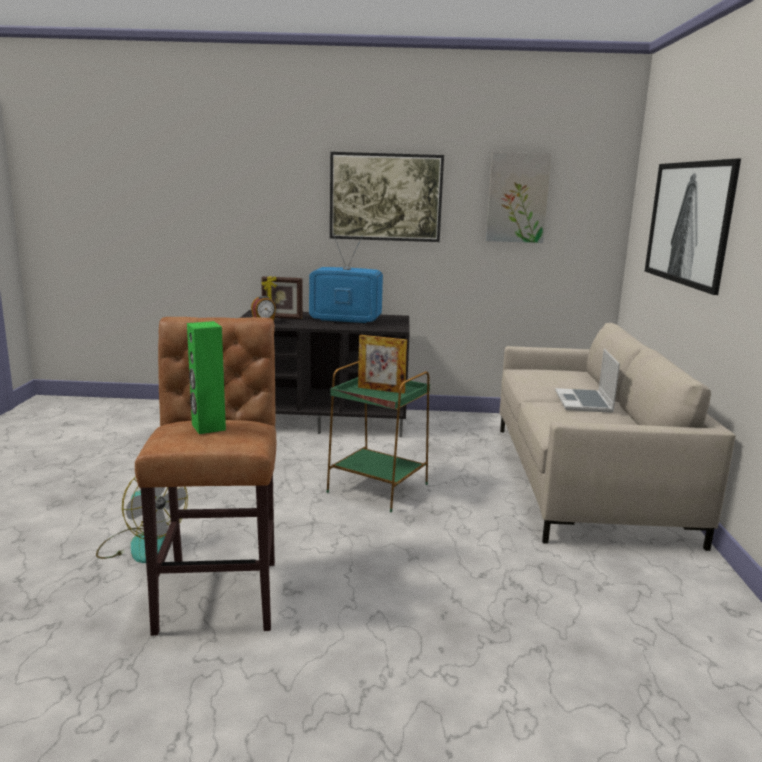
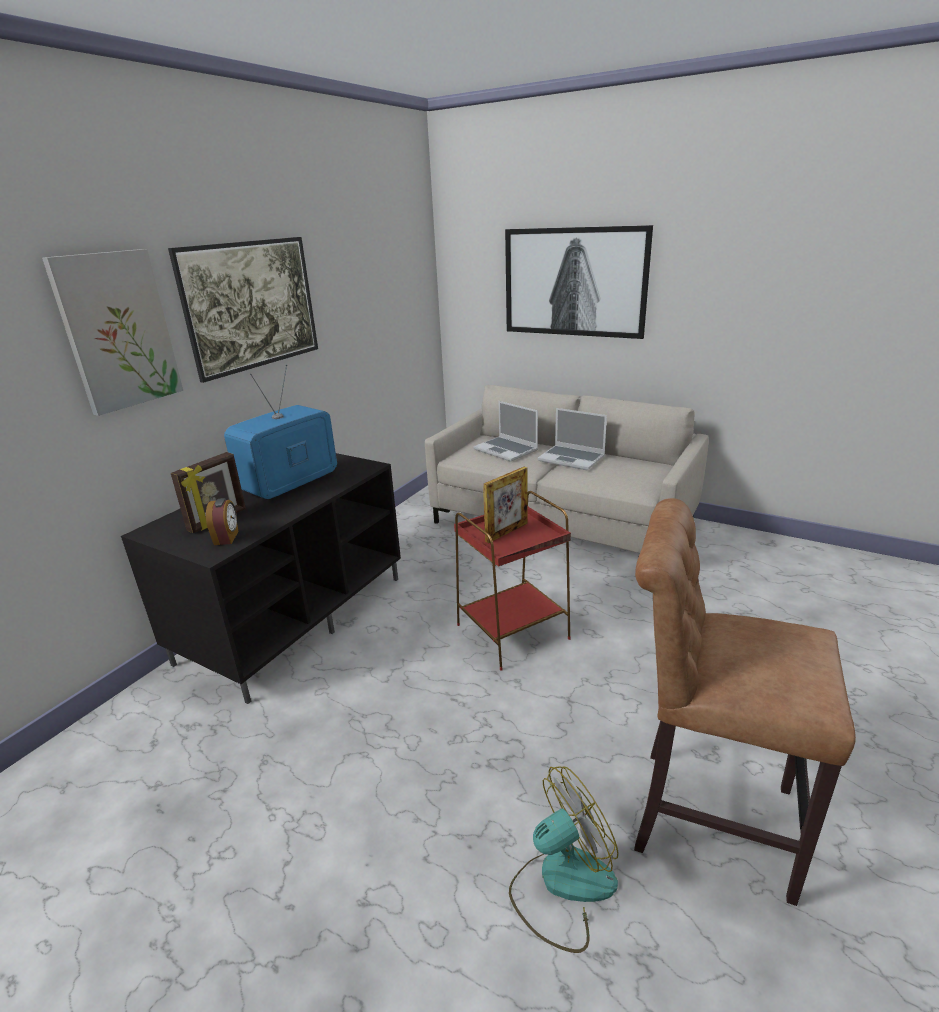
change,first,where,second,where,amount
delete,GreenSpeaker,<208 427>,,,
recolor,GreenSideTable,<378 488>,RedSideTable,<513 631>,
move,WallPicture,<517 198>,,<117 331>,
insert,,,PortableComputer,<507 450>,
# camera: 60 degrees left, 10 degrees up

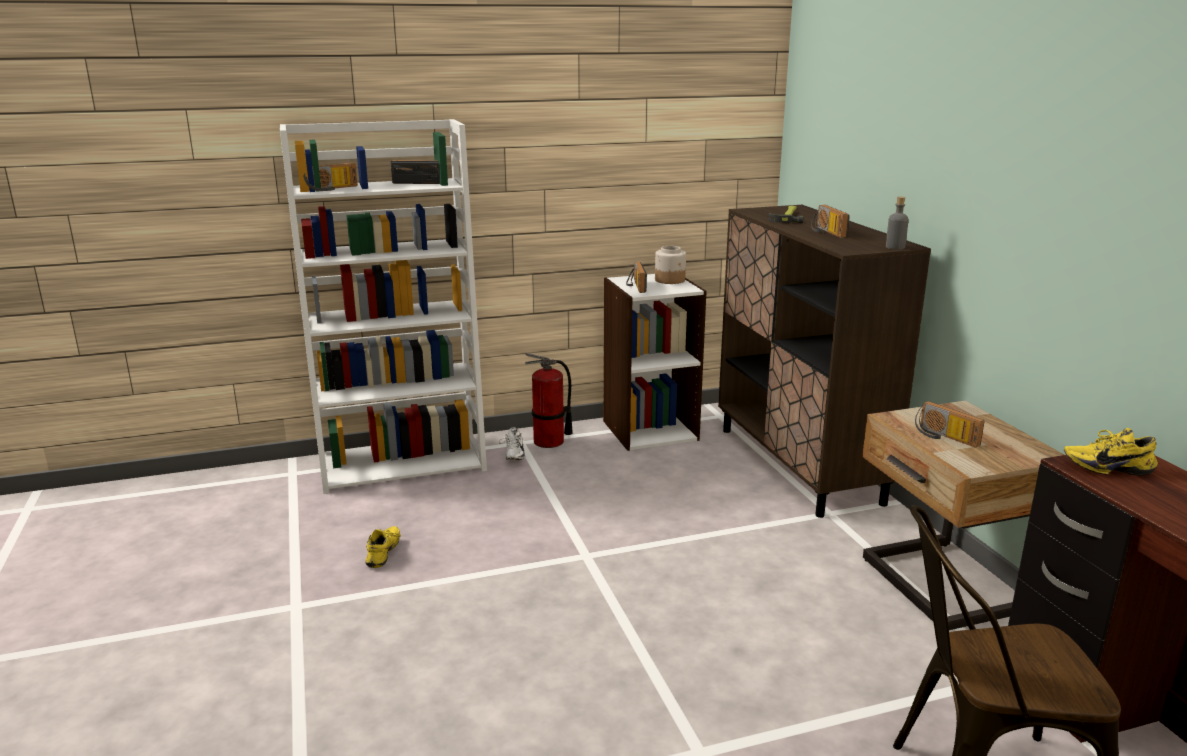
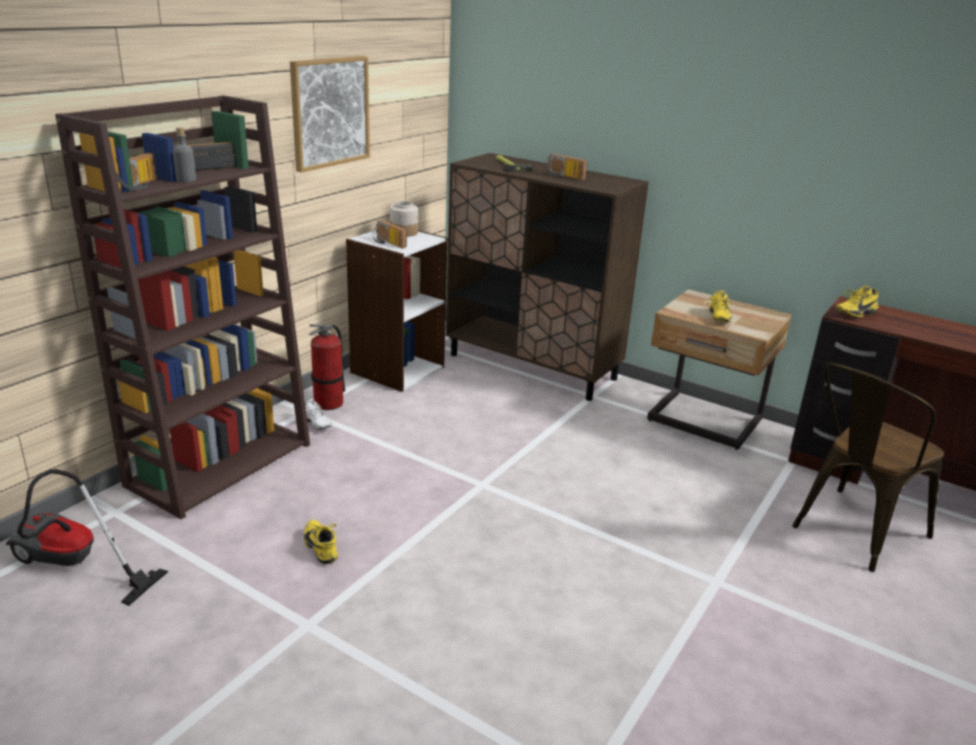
change,first,where,second,where,amount
recolor,WhitishShelvingUnit,<403 463>,BrownColouredShelvingUnit,<221 463>,
move,GreyishBottle,<895 247>,,<186 180>,
replace,RadioSet,<944 437>,YellowishLowShoe,<716 317>,
insert,,,VacuumCleaner,<71 566>,
insert,,,WallPicture,<329 112>,
# camera: 40 degrees left, 5 degrees up

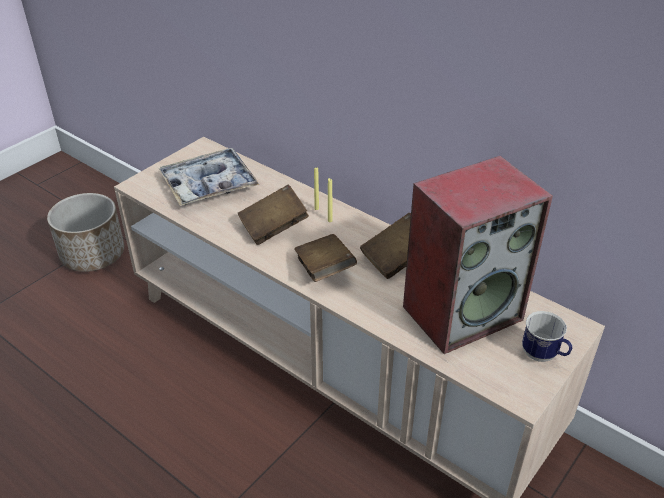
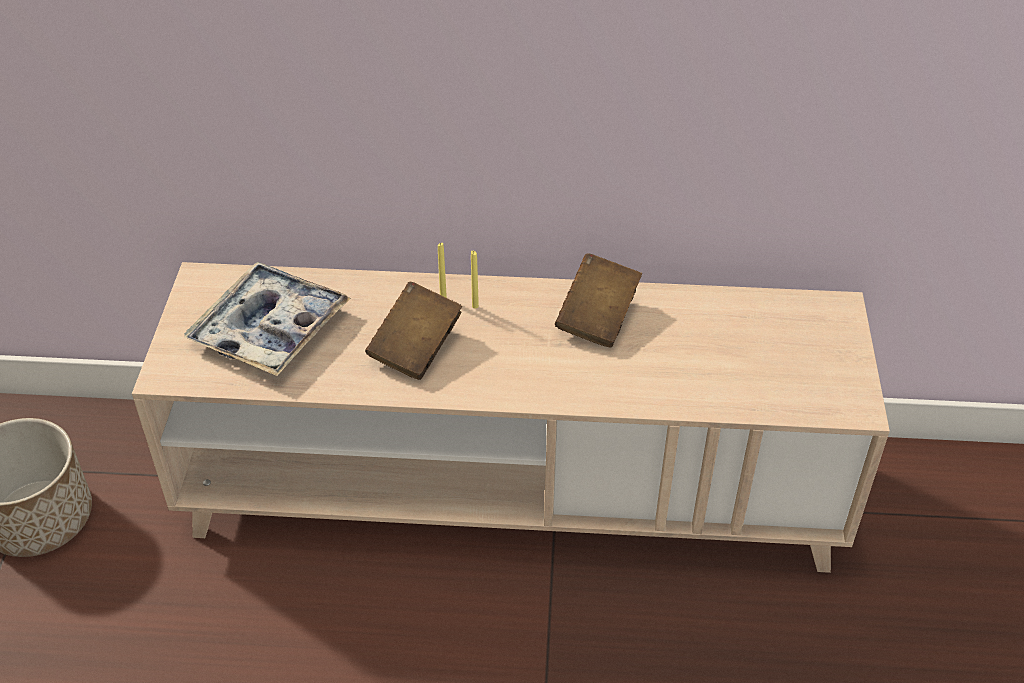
change,first,where,second,where,amount
delete,BrownColouredVolume,<324 270>,,,
delete,Speaker,<462 311>,,,
delete,CoffeeMug,<543 356>,,,
# camera: 35 degrees left, 5 degrees up

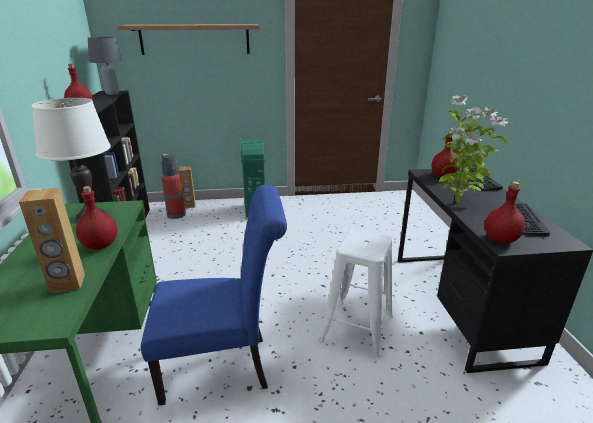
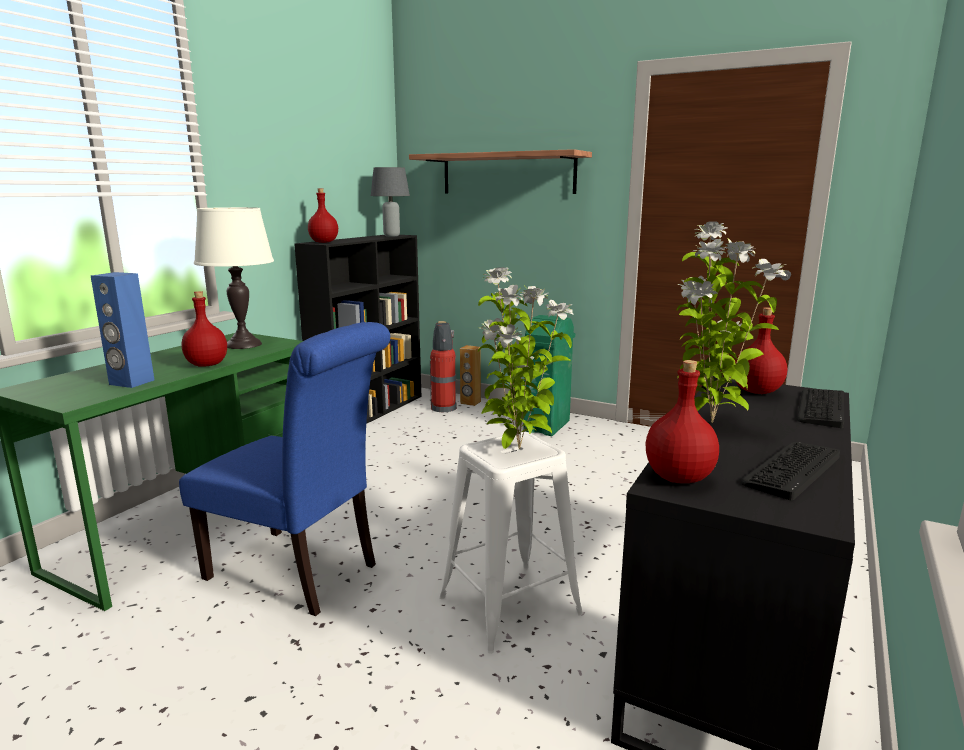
change,first,where,second,where,amount
recolor,BrownColouredSpeaker,<67 284>,BlueColouredSpeaker,<131 382>,
insert,,,PottedPlant,<517 450>,
# camera: 35 degrees right, 10 degrees down

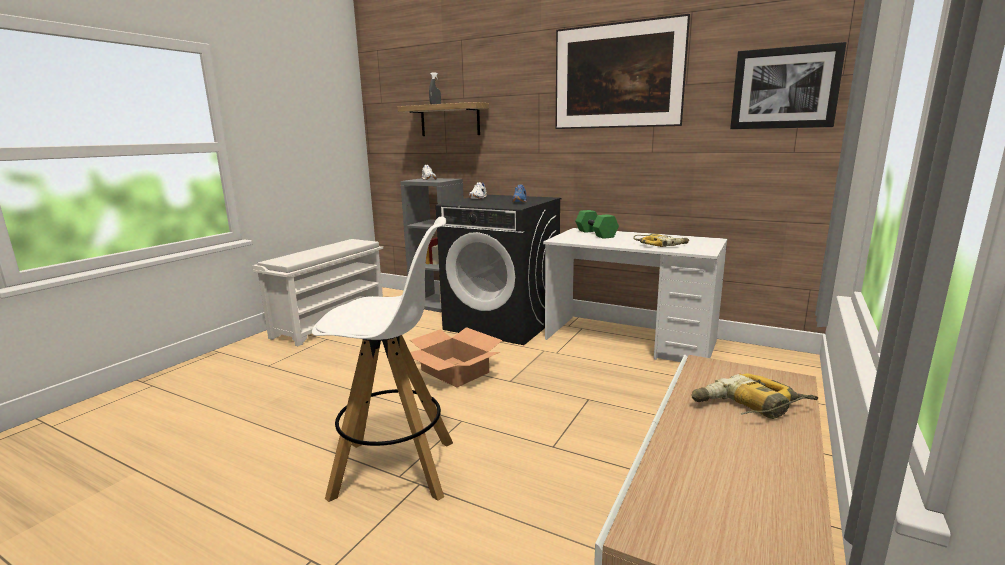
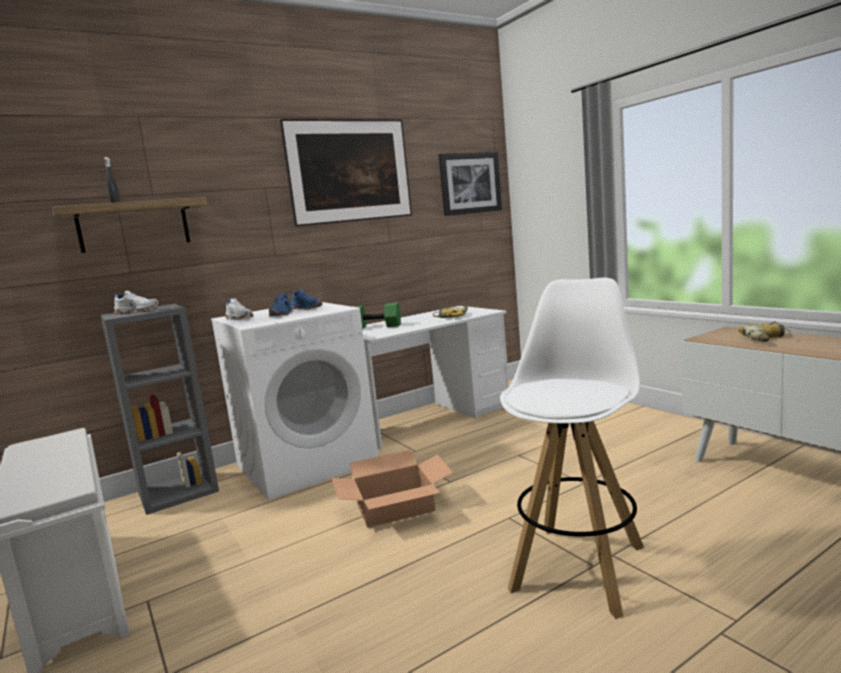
change,first,where,second,where,amount
recolor,BlackColouredLaundryAppliance,<503 323>,WhitishLaundryAppliance,<307 463>,
insert,,,BlueColouredLowShoe,<282 314>,
# camera: 60 degrees left, 5 degrees down

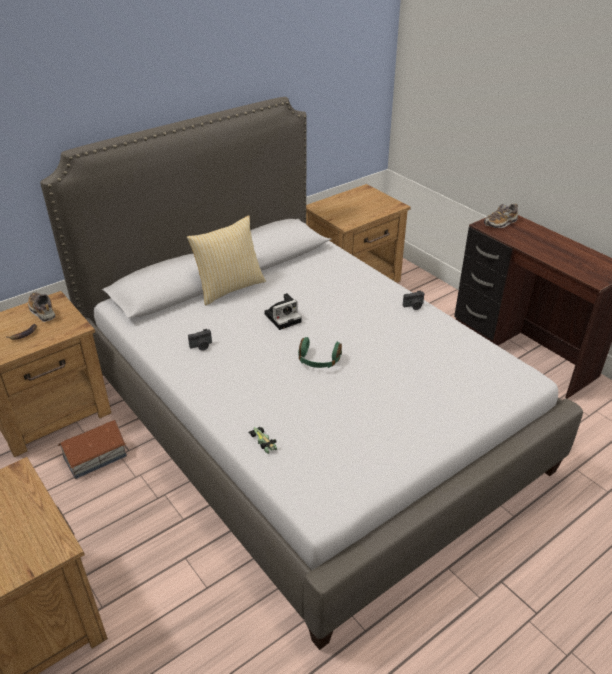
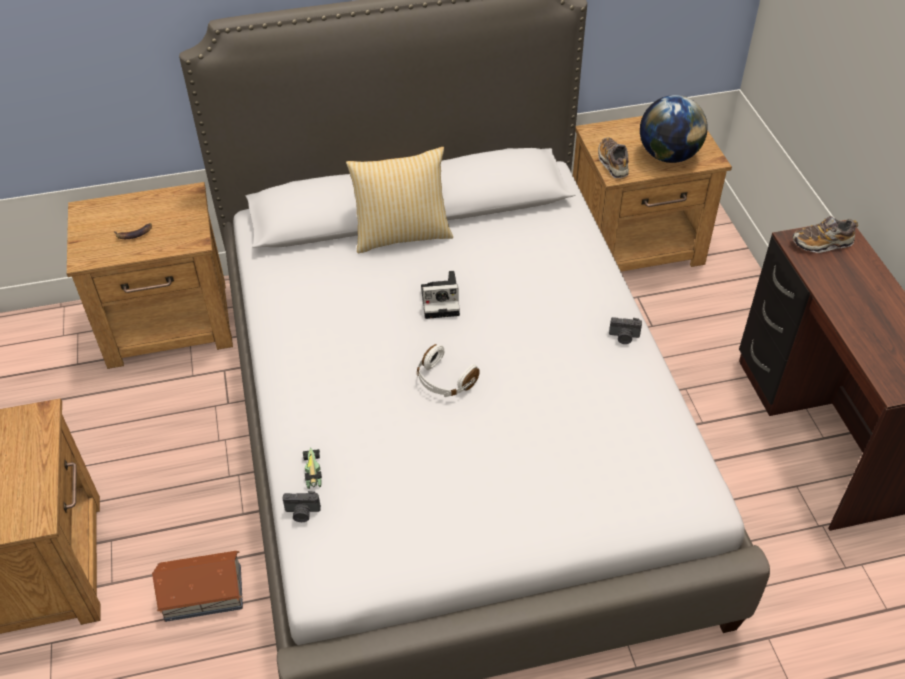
change,first,where,second,where,amount
move,LowShoe,<42 311>,,<613 163>,
move,ModelHouse,<94 456>,,<202 592>,
move,StillCamera,<201 346>,,<302 513>,
recolor,GreenPairOfHeadphones,<318 361>,WhitishPairOfHeadphones,<444 381>,
insert,,,DeskGlobe,<668 155>,
# camera: 25 degrees right, 10 degrees up

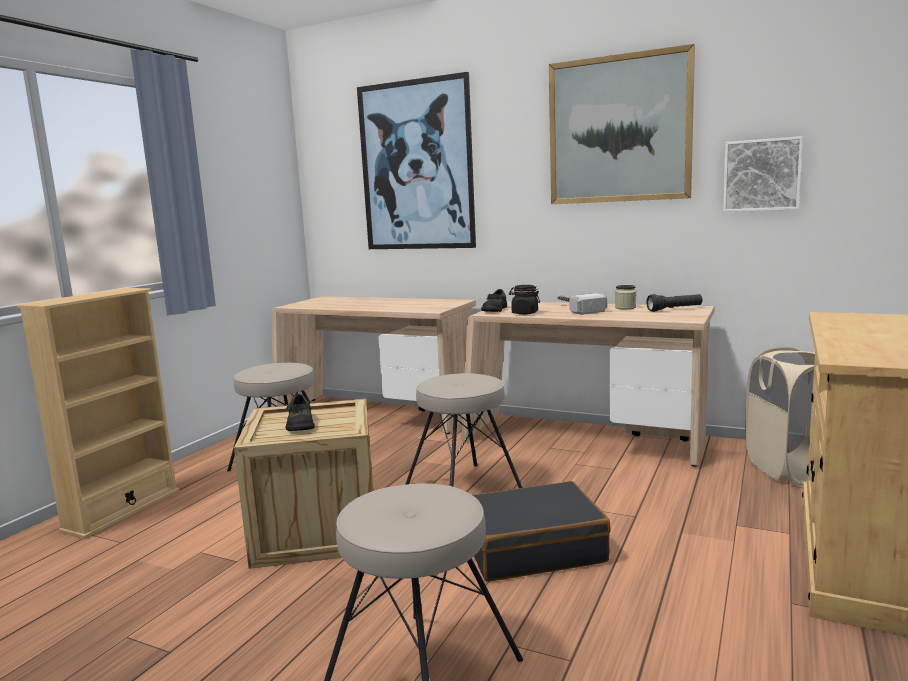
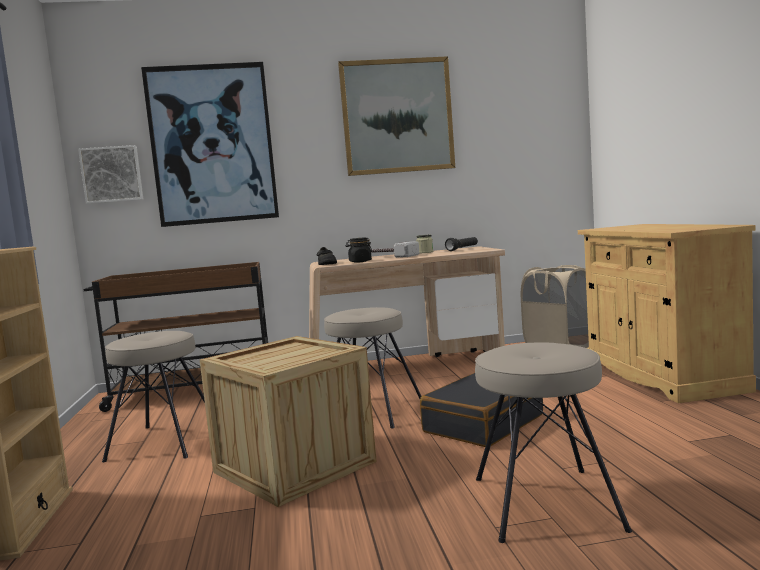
change,first,where,second,where,amount
replace,BeigeDesk,<375 415>,BrownColouredCart,<193 391>,
delete,BlackColouredLowShoe,<300 425>,,,
move,WallPicture,<761 175>,,<112 174>,
# camera: 35 degrees left, 5 degrees down

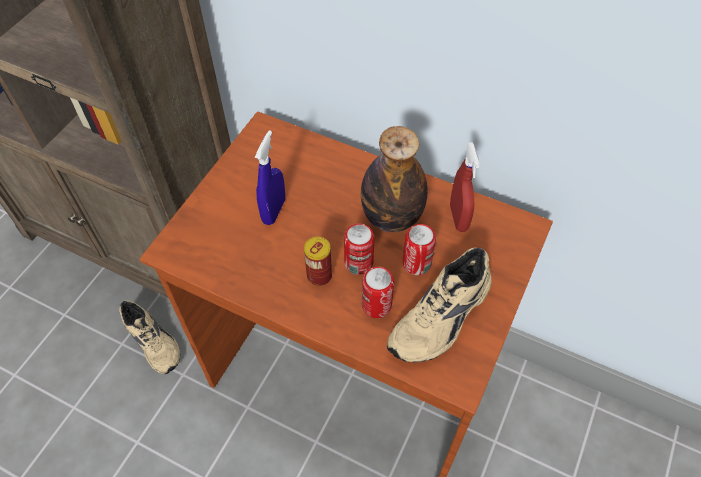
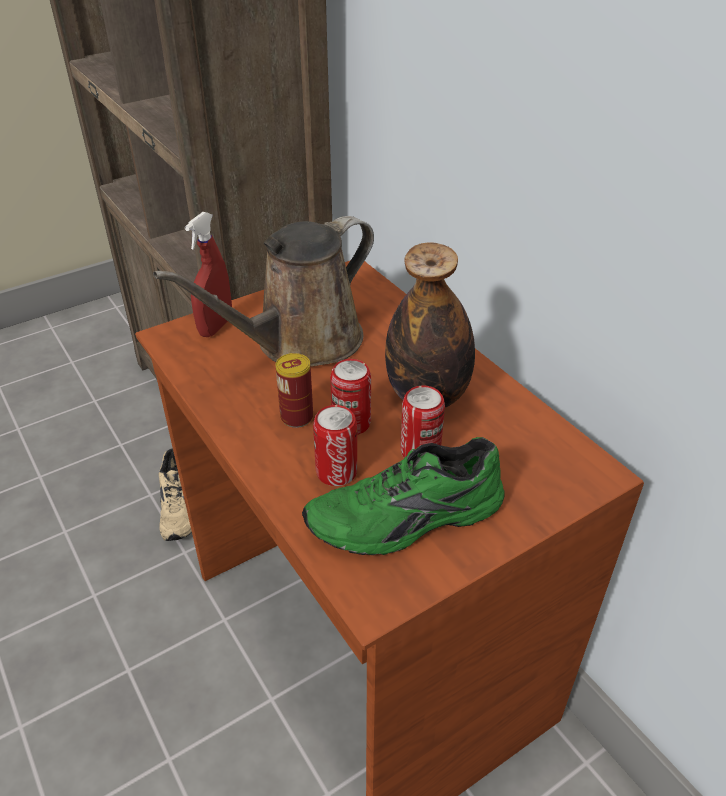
change,first,where,second,where,amount
replace,BlueColouredSprayBottle,<274 211>,BrownColouredWateringCan,<300 342>,
recolor,BeigeLowShoe,<443 318>,GreenLowShoe,<407 520>,
move,RedSprayBottle,<458 218>,,<216 327>,
# camera: 30 degrees right, 15 degrees down

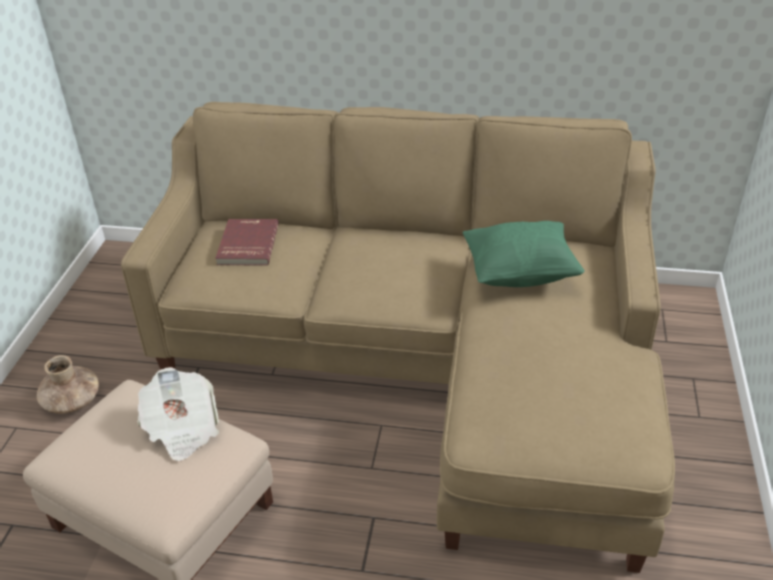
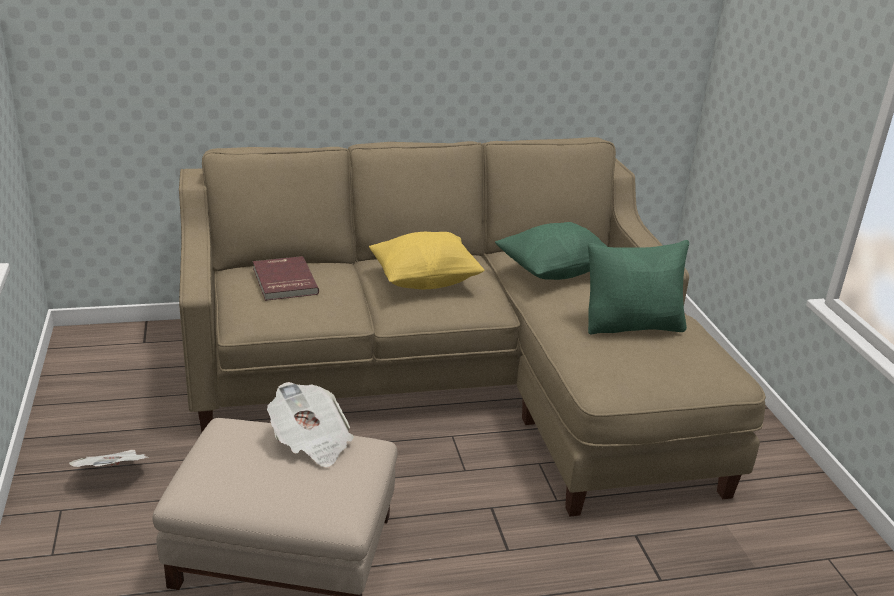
change,first,where,second,where,amount
replace,BrownColouredDecorativeVase,<72 401>,DailyPaper,<113 474>,
insert,,,YellowishCushion,<425 281>,
insert,,,GreenCushion,<632 326>,
# camera: 25 degrees left, 10 degrees down

